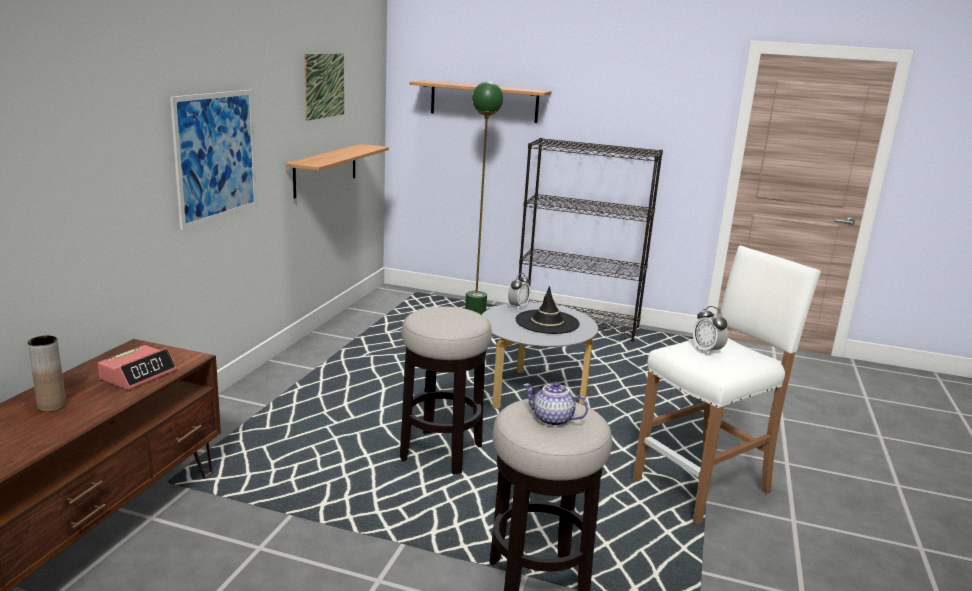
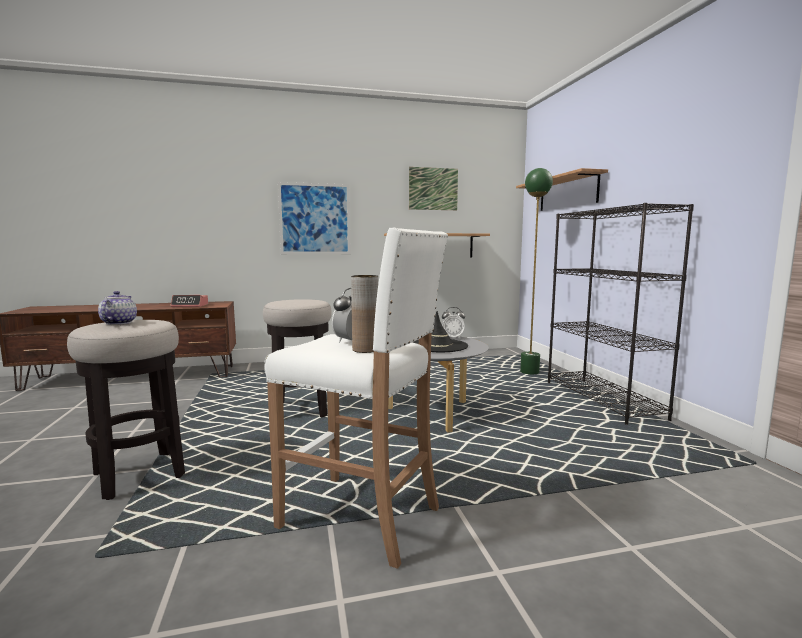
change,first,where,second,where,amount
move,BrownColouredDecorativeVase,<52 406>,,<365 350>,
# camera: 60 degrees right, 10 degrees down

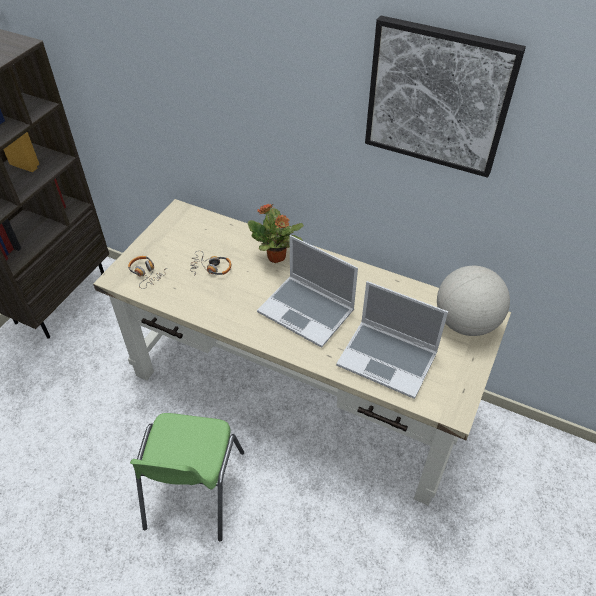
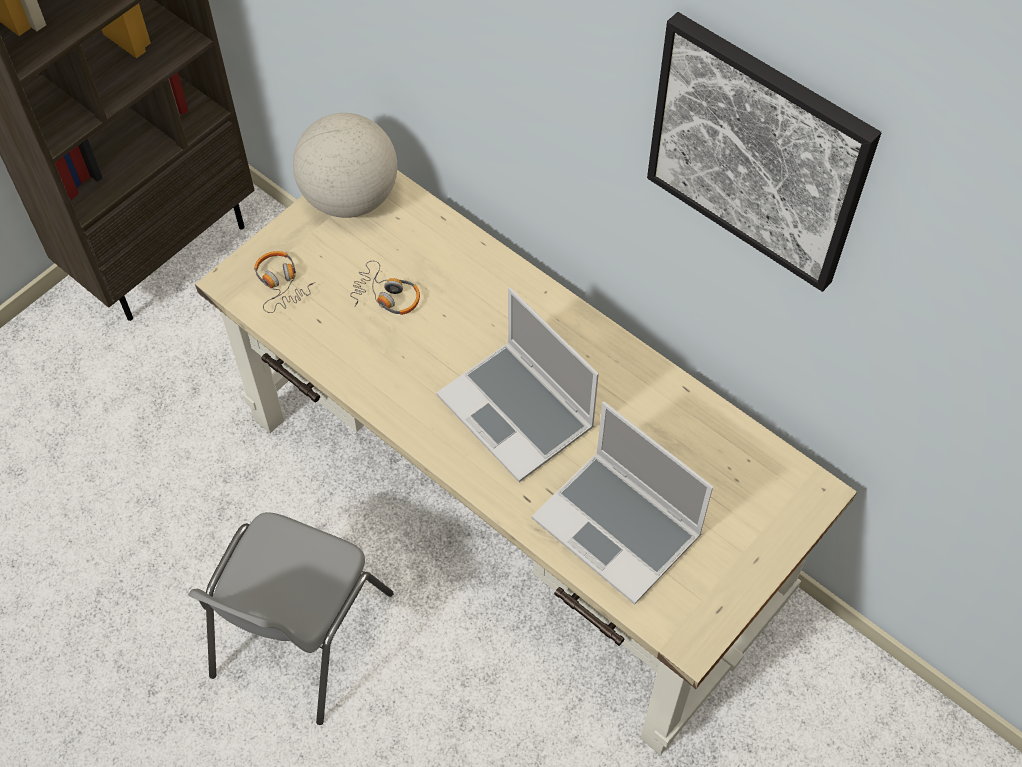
change,first,where,second,where,amount
recolor,GreenUprightChair,<193 491>,GreyishUprightChair,<298 636>,
delete,PottedPlant,<277 257>,,,
move,DeskGlobe,<465 323>,,<350 198>,
# camera: 15 degrees right, 10 degrees up

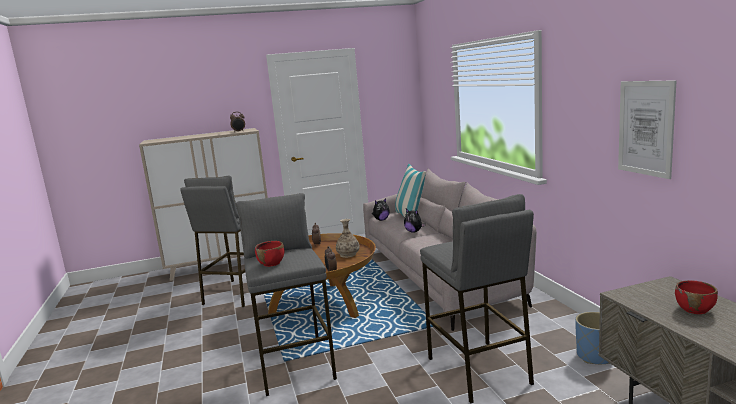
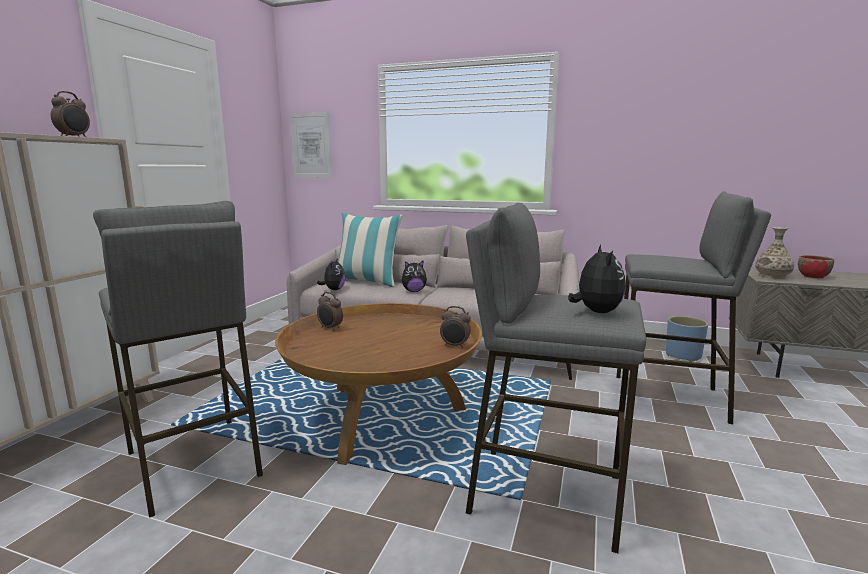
change,first,where,second,where,amount
replace,RedServingBowl,<271 263>,SoftToy,<595 312>,
move,DecorativeVase,<348 254>,,<772 276>,
move,WallPicture,<645 128>,,<311 145>,
# camera: 55 degrees left, 0 degrees up

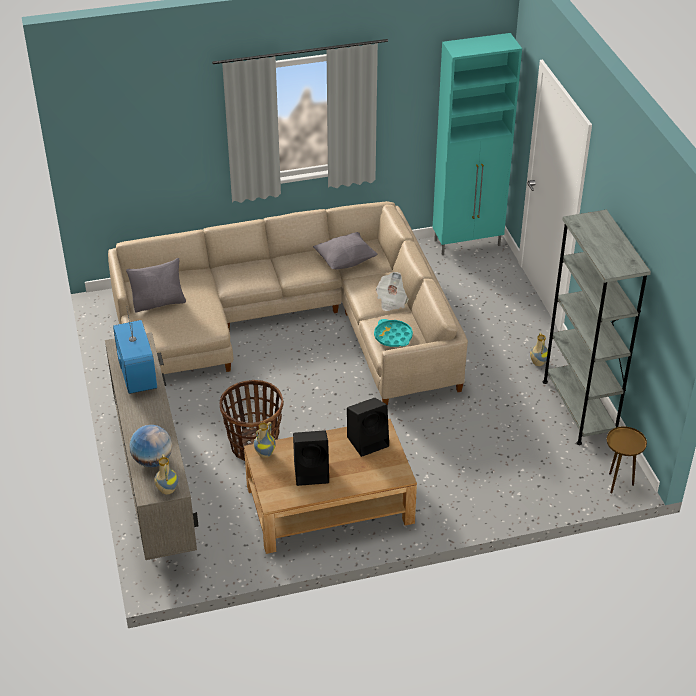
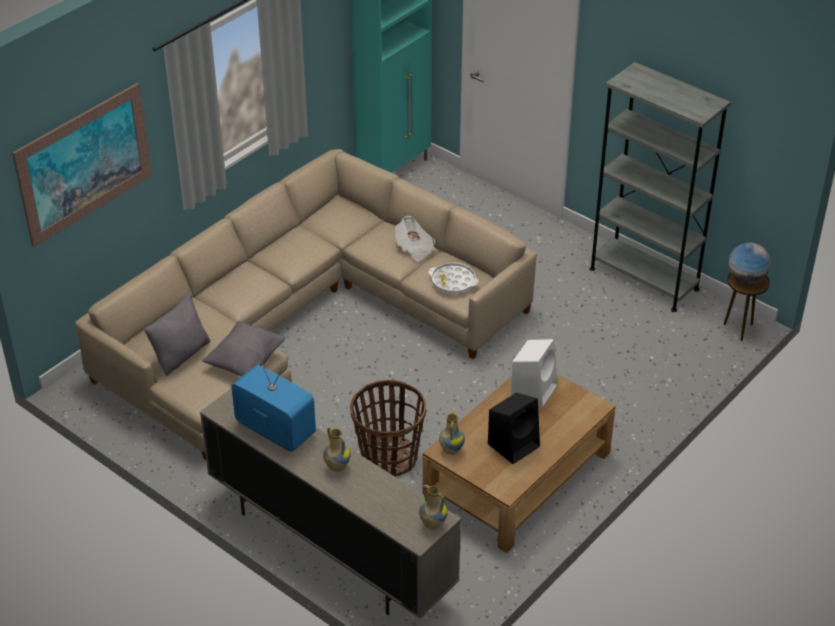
change,first,where,second,where,amount
move,DeskGlobe,<152 460>,,<746 279>,
move,GreyishCushion,<345 261>,,<245 361>,
recolor,BlackColouredSpeaker,<368 441>,WhitishSpeaker,<534 389>,
recolor,BlueGreenServingTray,<393 336>,WhitishServingTray,<453 281>,
move,DecorativeVase,<537 363>,,<336 467>,
insert,,,WallPicture,<84 164>,
# camera: 35 degrees left, 0 degrees up

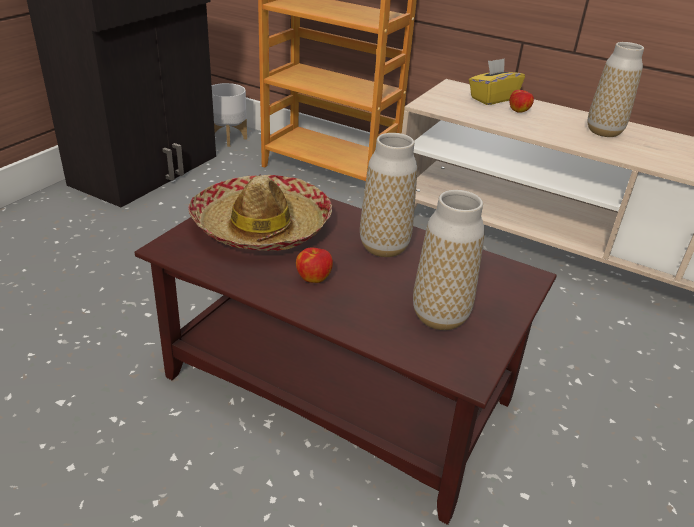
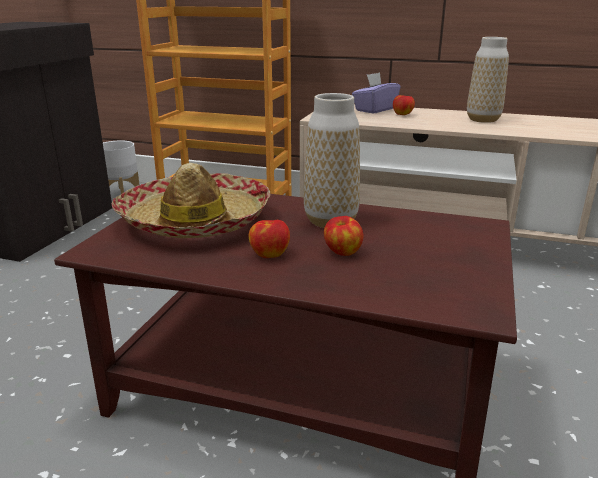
change,first,where,second,where,amount
delete,DecorativeVase,<440 316>,,,
recolor,YellowishBoxOfTissues,<492 98>,PurplishBoxOfTissues,<374 109>,
insert,,,WholeApple,<342 252>,
# camera: 10 degrees left, 10 degrees down

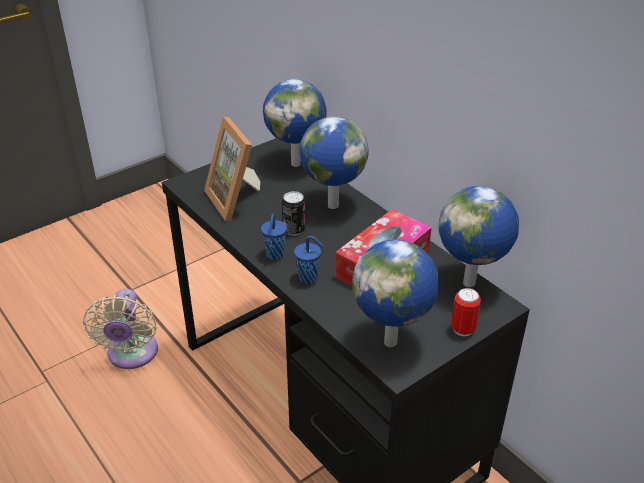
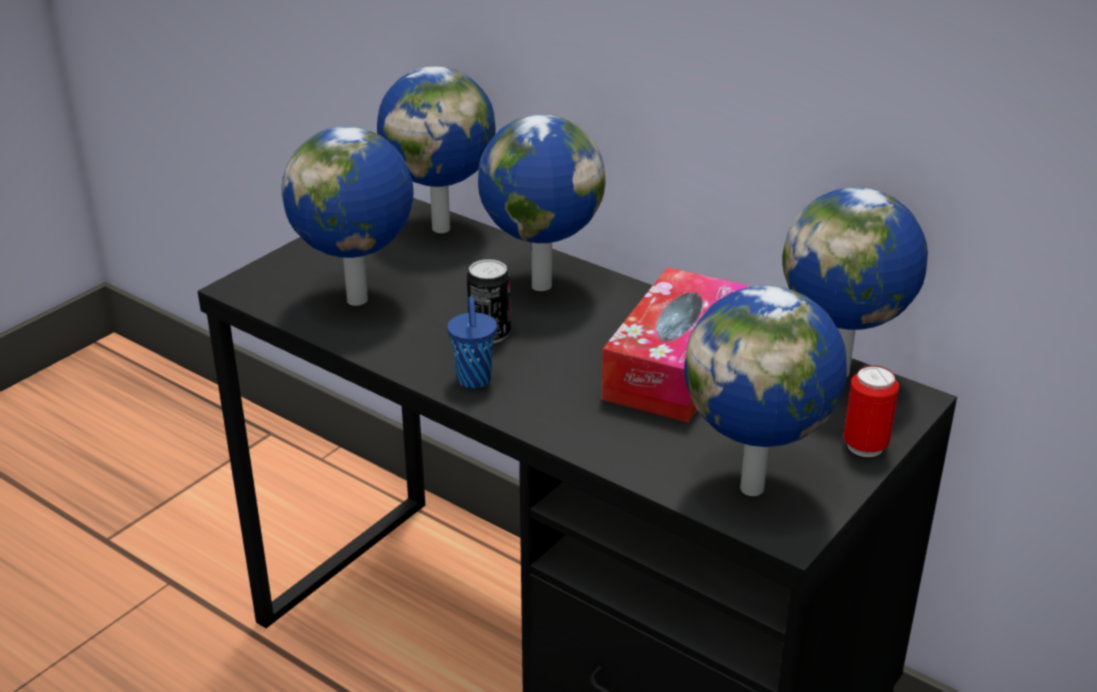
change,first,where,second,where,amount
delete,BeigeElectricFan,<132 355>,,,
replace,PictureFrame,<237 200>,DeskGlobe,<360 300>,
delete,BlueColouredSmallCup,<309 278>,,,
# camera: 15 degrees left, 5 degrees down

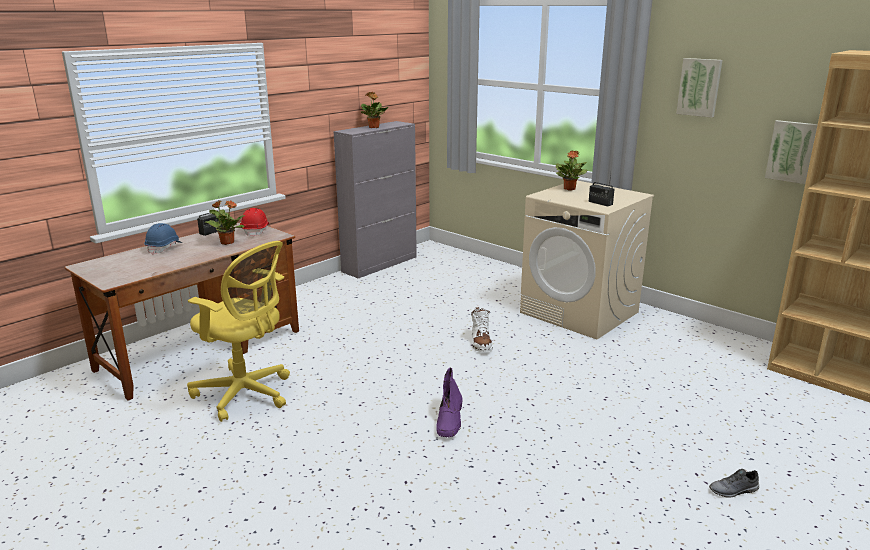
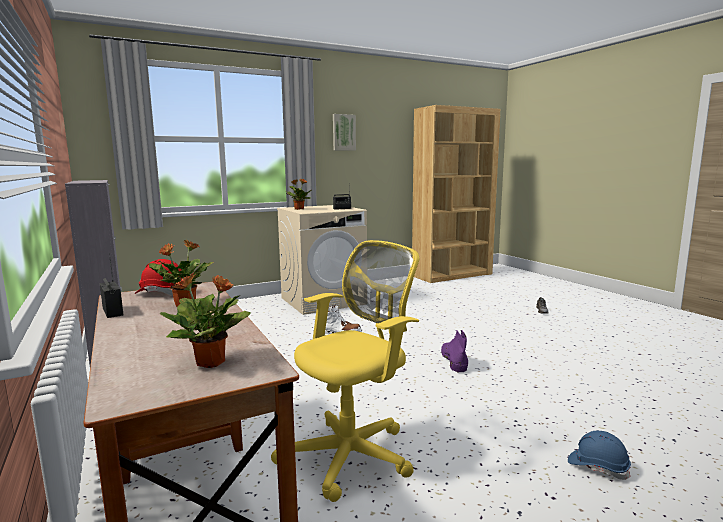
change,first,where,second,where,amount
move,BlueColouredWorkHelmet,<164 248>,,<597 467>,
move,PottedPlant,<374 127>,,<212 363>,
rotate,PurplishBoot,<449 420>,,<453 360>,120 degrees counterclockwise
delete,WallPicture,<792 151>,,,
# camera: 70 degrees left, 10 degrees down

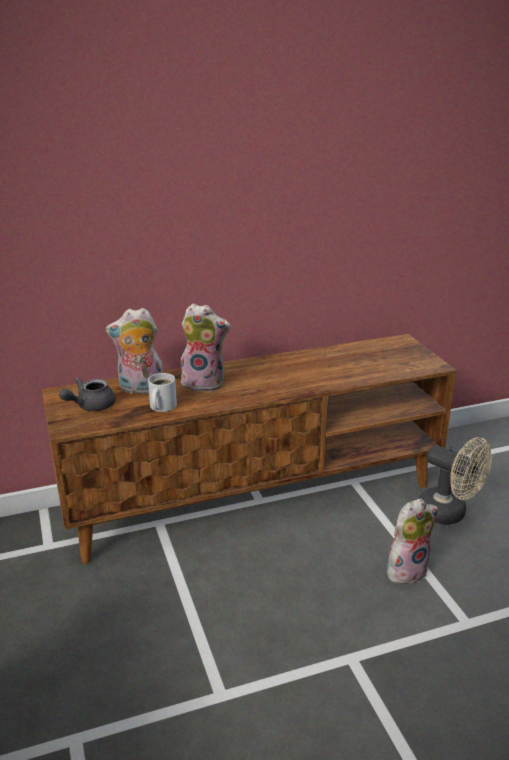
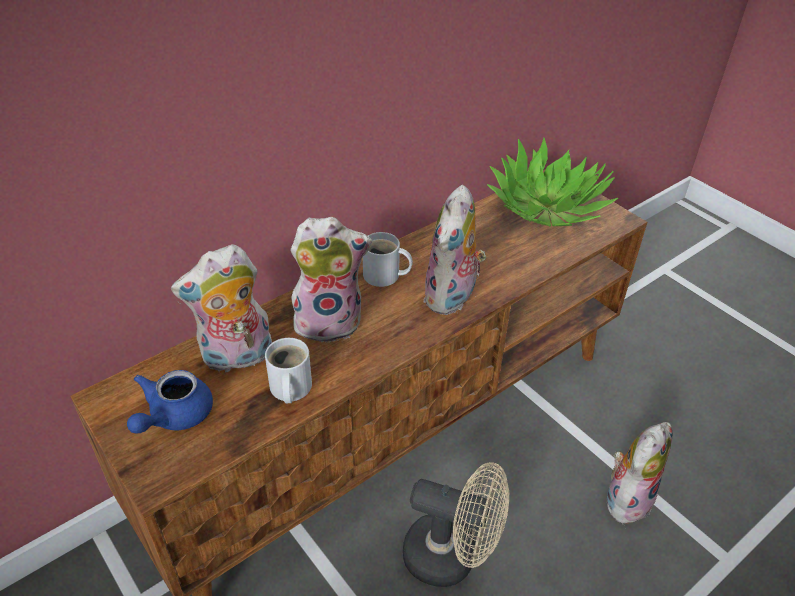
change,first,where,second,where,amount
recolor,GreyishTeaPot,<90 406>,BlueColouredTeaPot,<174 416>,
move,BeigeElectricFan,<449 514>,,<451 557>,
insert,,,WhitishCoffeeMug,<384 276>,
insert,,,SoftToy,<452 298>,
insert,,,PottedPlant,<547 206>,
# camera: 20 degrees left, 15 degrees up

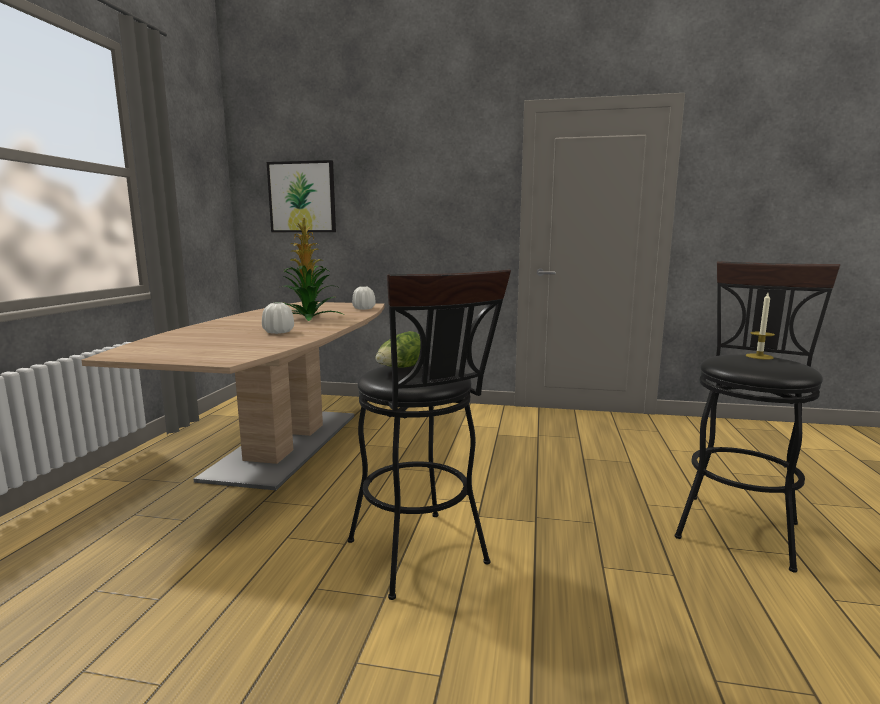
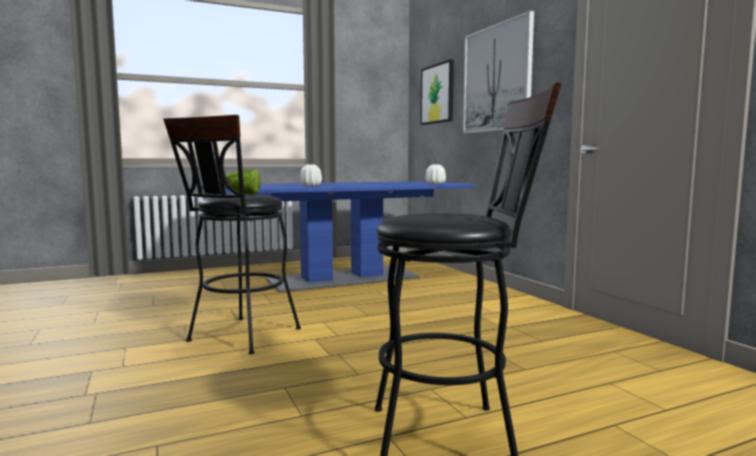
change,first,where,second,where,amount
recolor,BrownColouredDinnerTable,<286 444>,BlueColouredDinnerTable,<342 278>,
delete,PottedPlant,<307 318>,,,
delete,Candle,<759 356>,,,
insert,,,WallPicture,<497 78>,
# camera: 55 degrees right, 5 degrees down

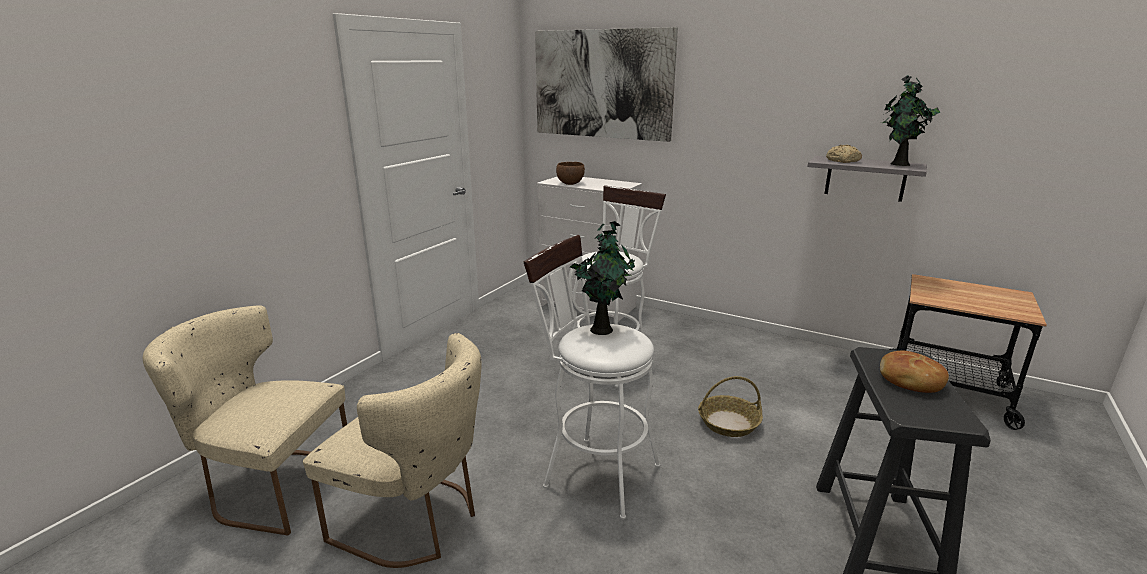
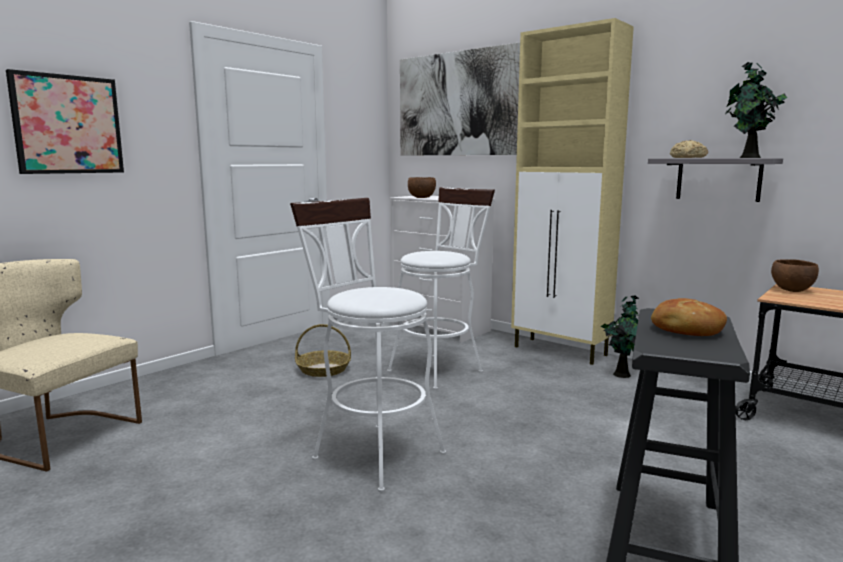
change,first,where,second,where,amount
delete,BeigeUprightChair,<416 520>,,,
move,PottedPlant,<602 329>,,<622 374>,
move,Basket,<728 423>,,<323 370>,
insert,,,WallPicture,<67 125>,
insert,,,BeigeCupboard,<561 351>,
insert,,,BrownColouredServingBowl,<791 290>,
# camera: 10 degrees right, 10 degrees down

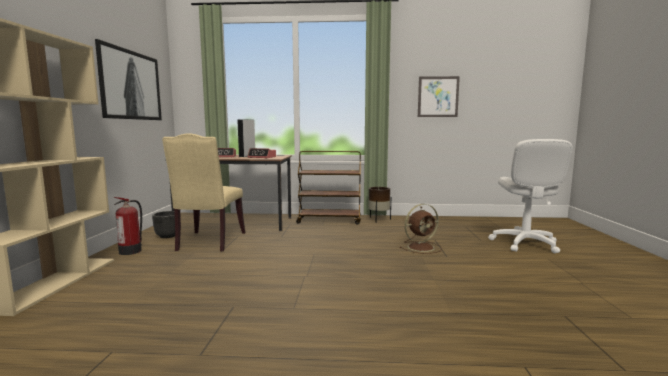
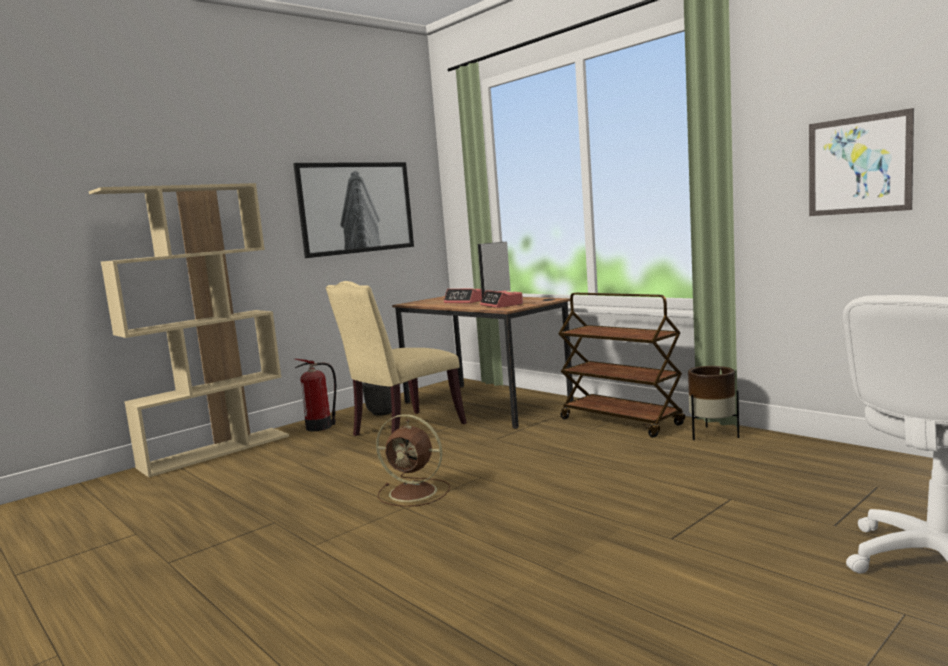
change,first,where,second,where,amount
move,BrownColouredElectricFan,<421 247>,,<415 492>,
# camera: 45 degrees right, 0 degrees up

